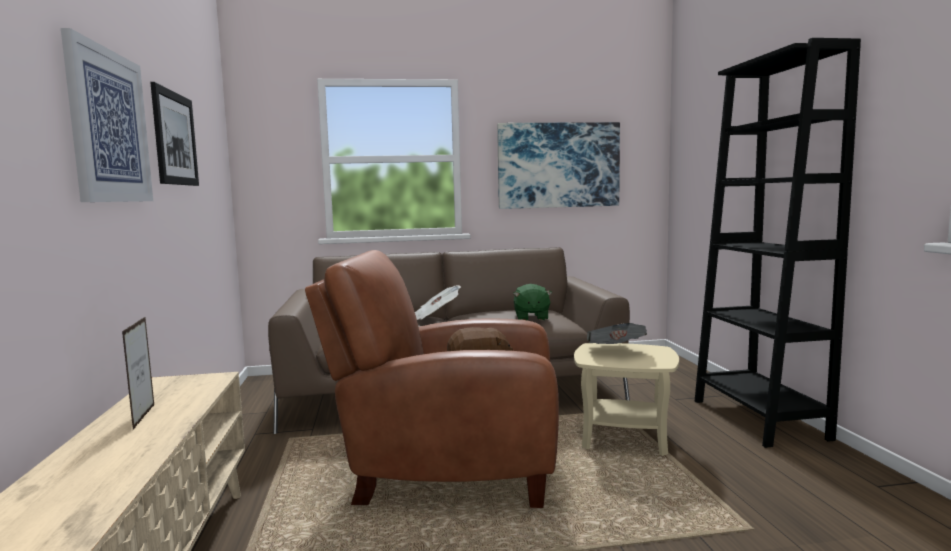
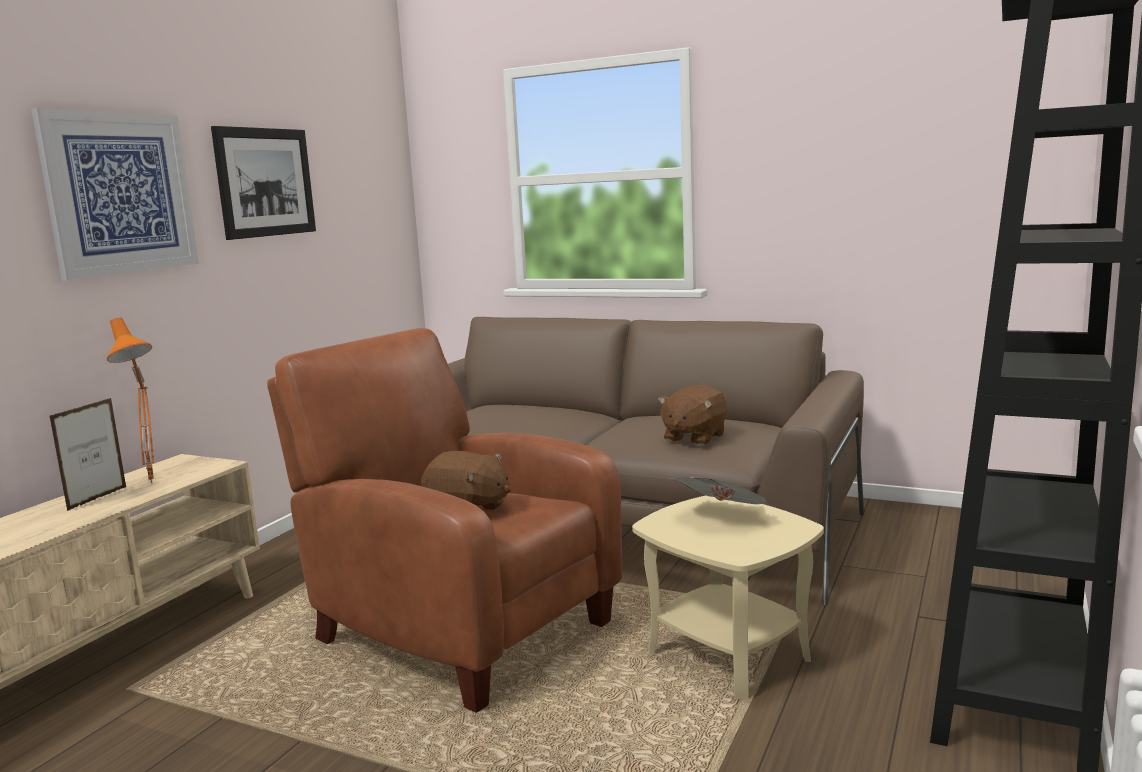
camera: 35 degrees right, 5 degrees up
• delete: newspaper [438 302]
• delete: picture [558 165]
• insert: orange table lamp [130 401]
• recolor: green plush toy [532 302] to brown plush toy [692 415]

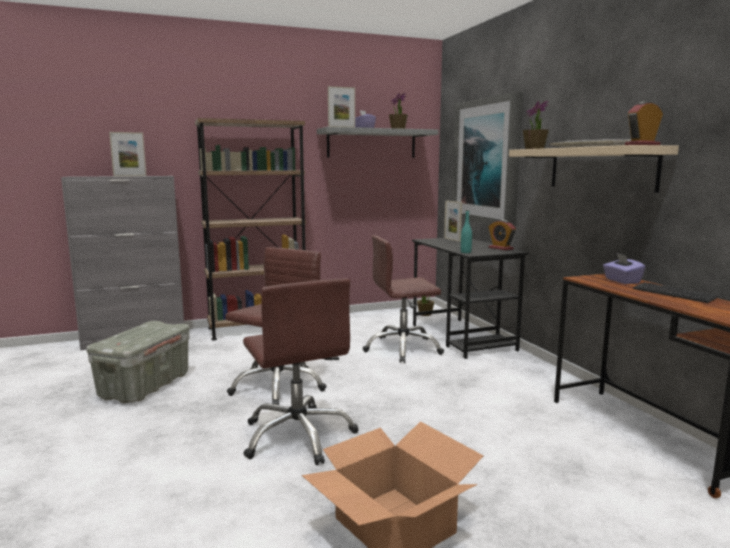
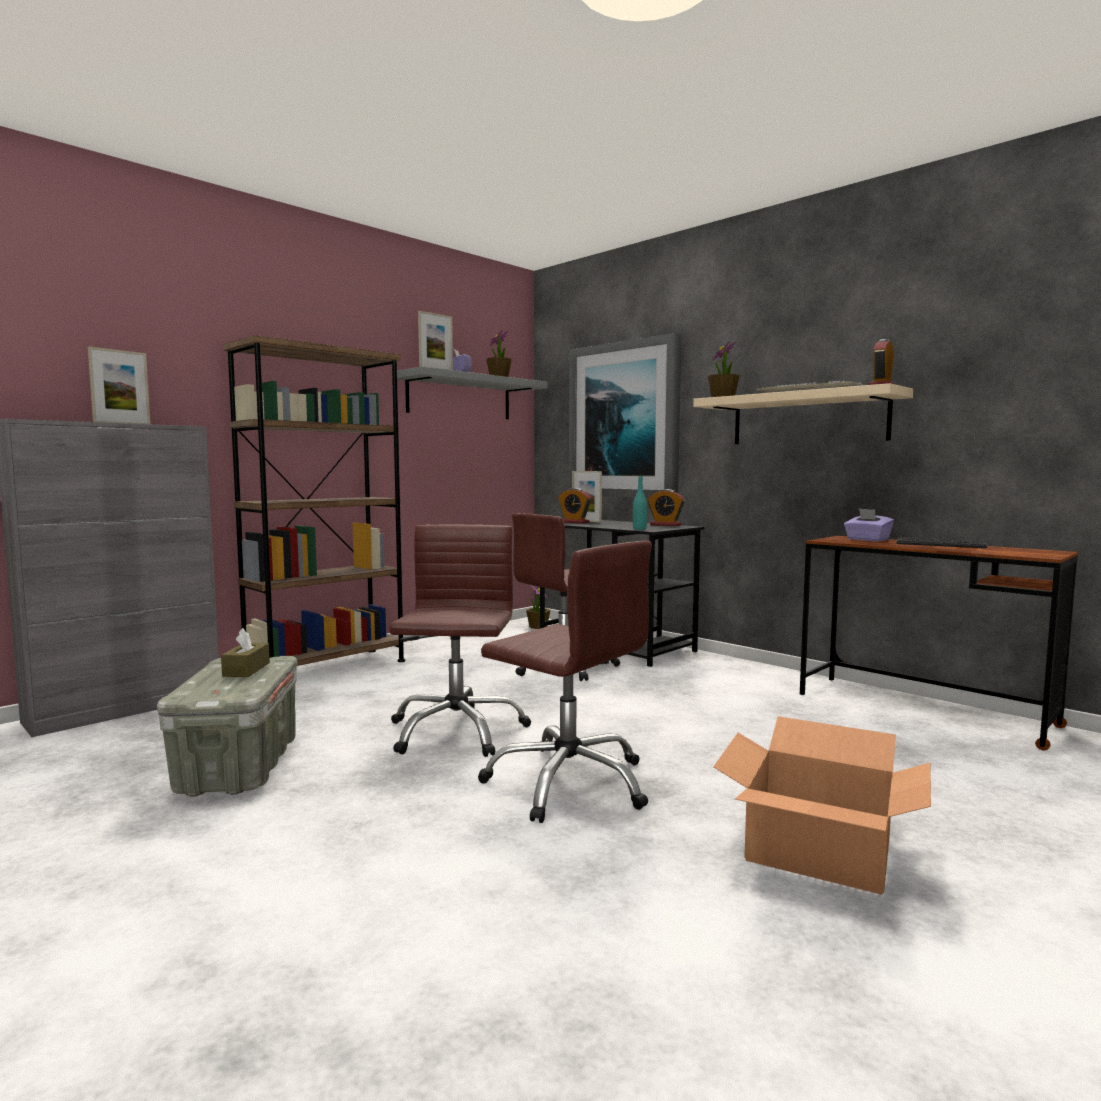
camera: 25 degrees left, 5 degrees down
• insert: brown tissue box [245 652]
• insert: alarm clock [575 505]

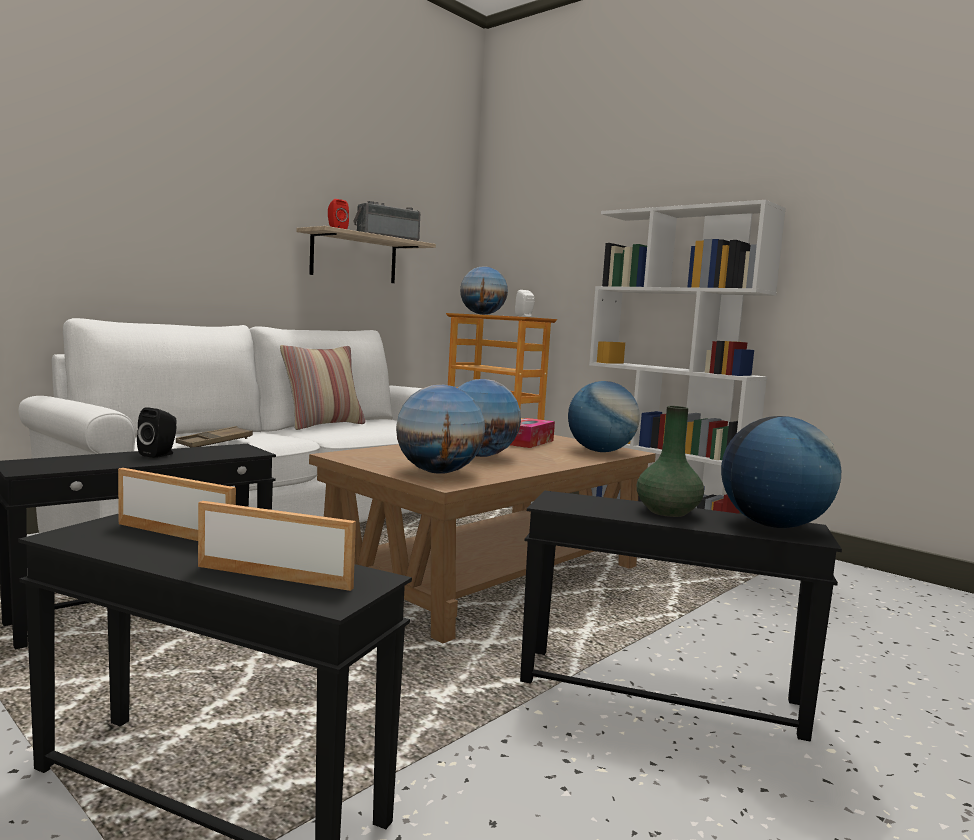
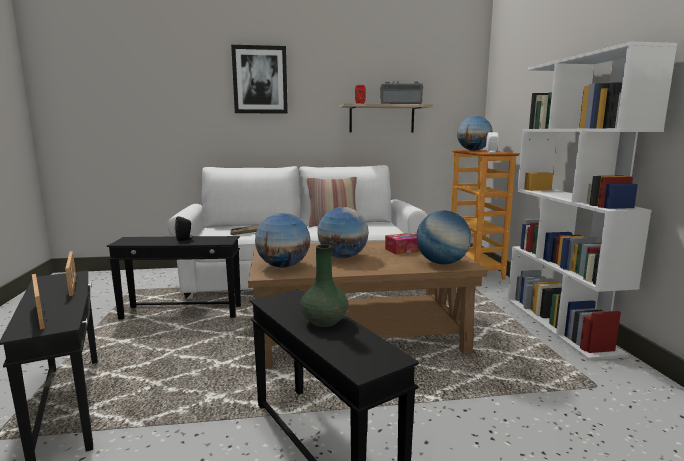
camera: 40 degrees right, 5 degrees up
• delete: globe [781 472]
• insert: picture [259 79]

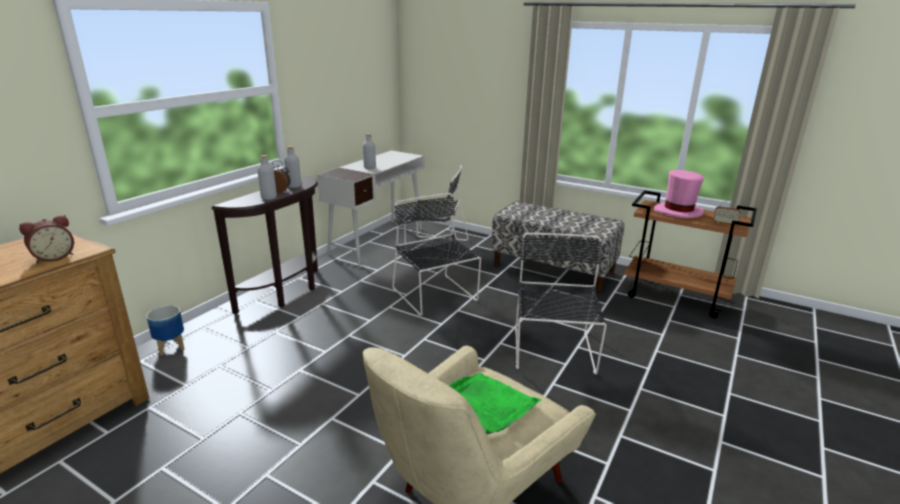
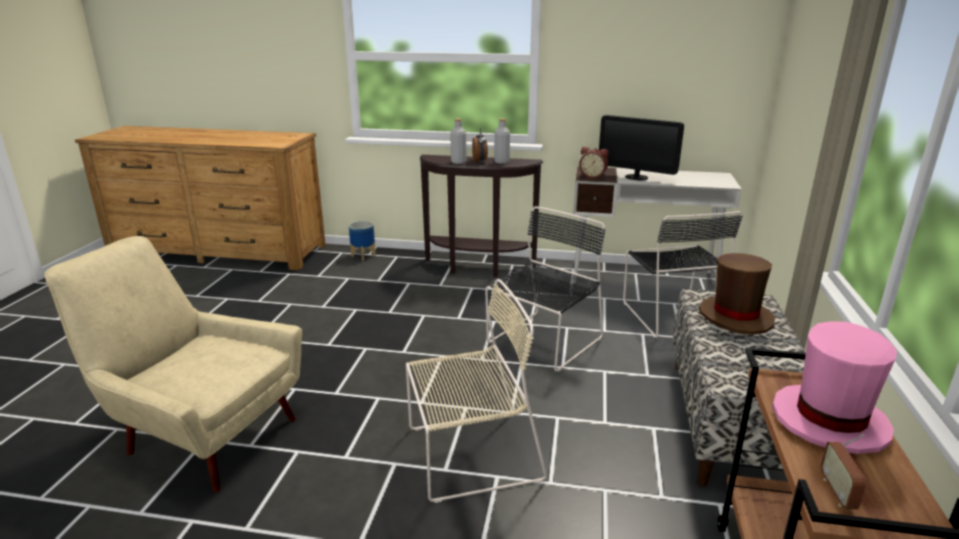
camera: 70 degrees right, 0 degrees up
• delete: green tray [495 403]
• insert: brown hat [737 294]
• move: alarm clock [46 239] to [594 162]
• replace: grey bottle [369 151] to monitor [641 148]
• recolor: black chair [561 304] to beige chair [476 391]

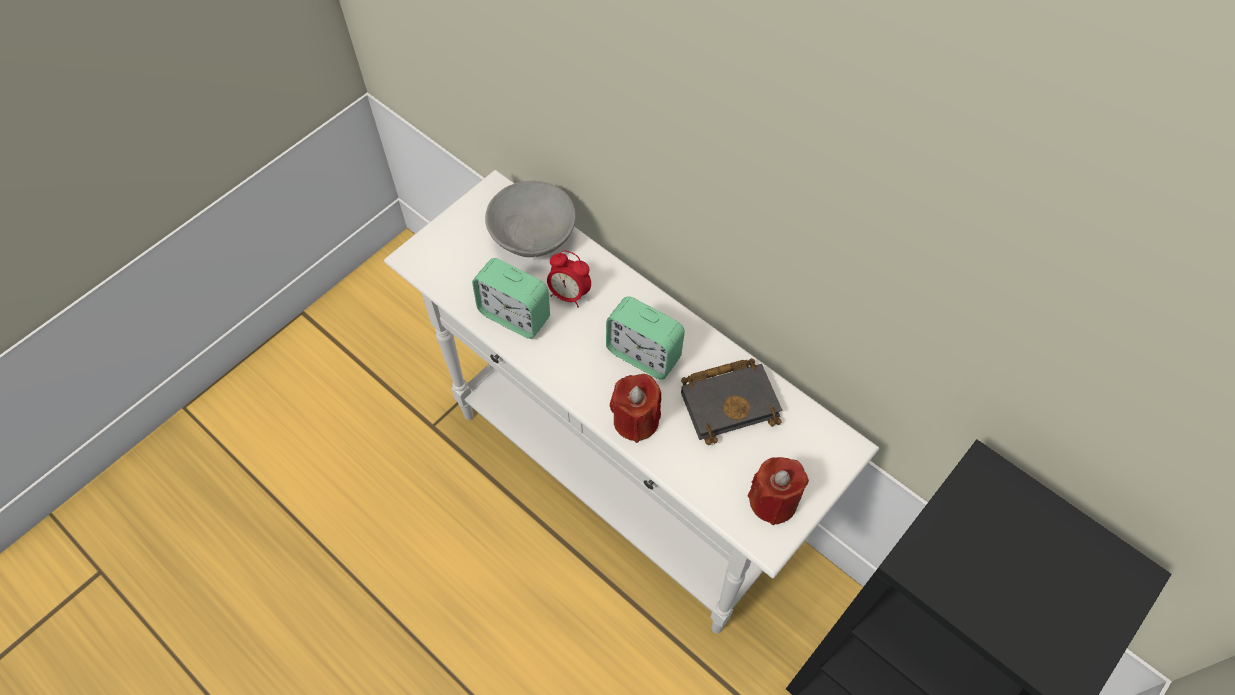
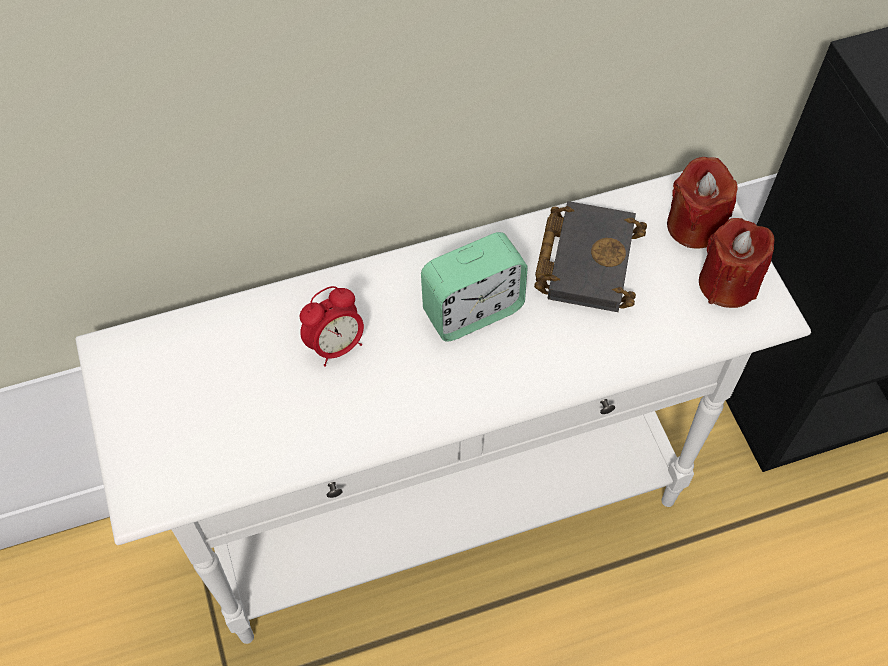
camera: 60 degrees left, 0 degrees up
• delete: alarm clock [511 298]
• delete: grey bowl [530 219]
• move: red candle [635 408] to [702 202]

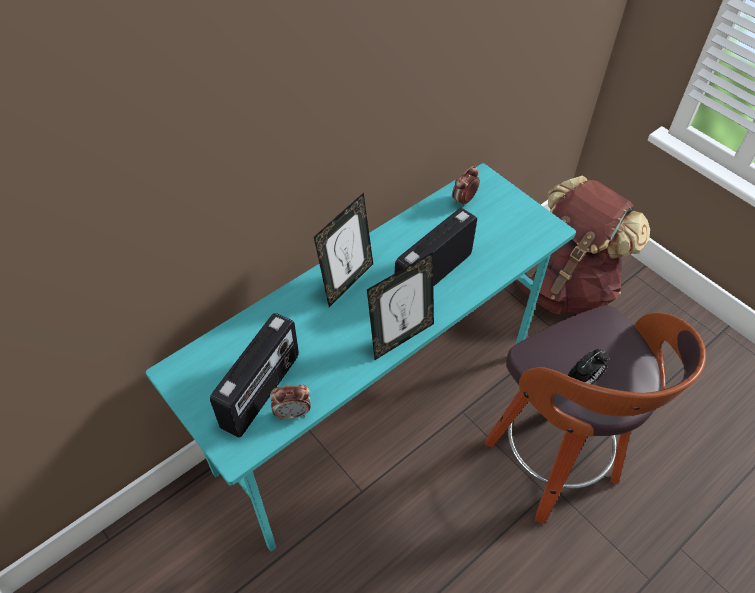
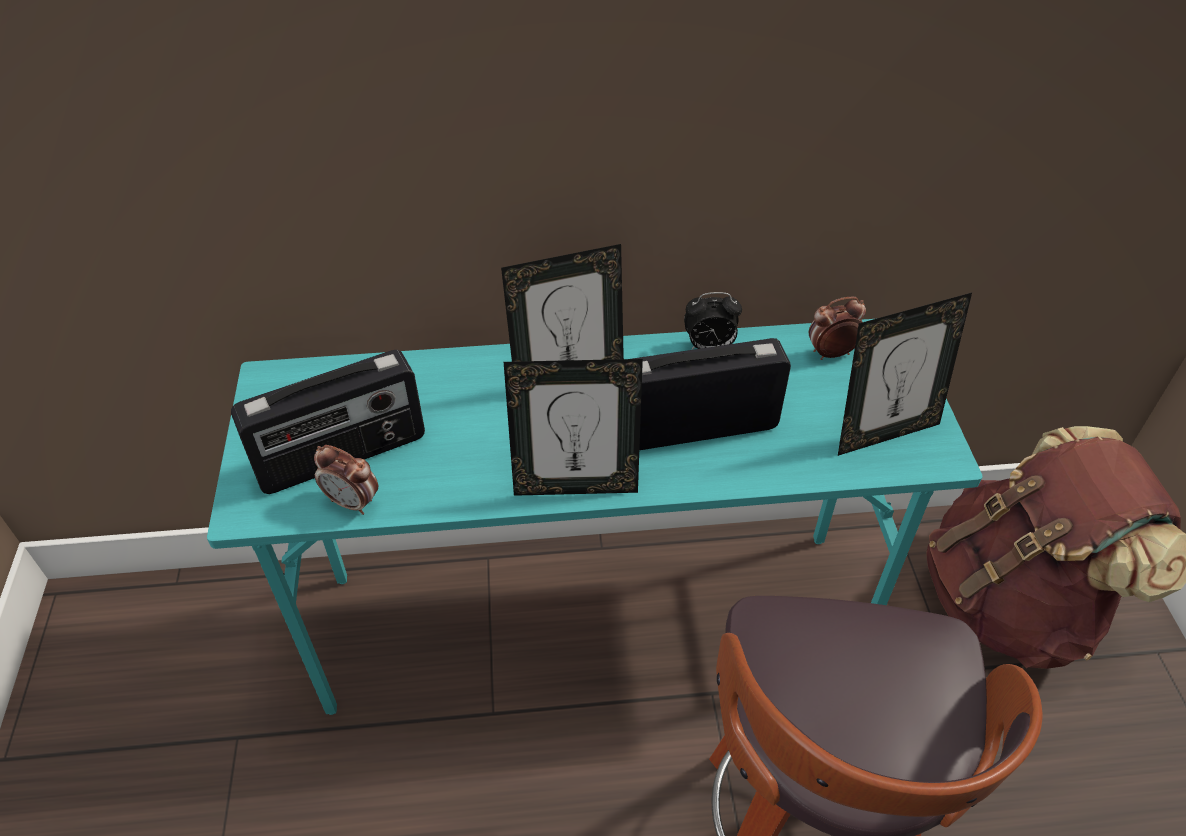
camera: 35 degrees right, 5 degrees down
• insert: picture frame [905 374]
• move: alarm clock [588 366] to [713 321]

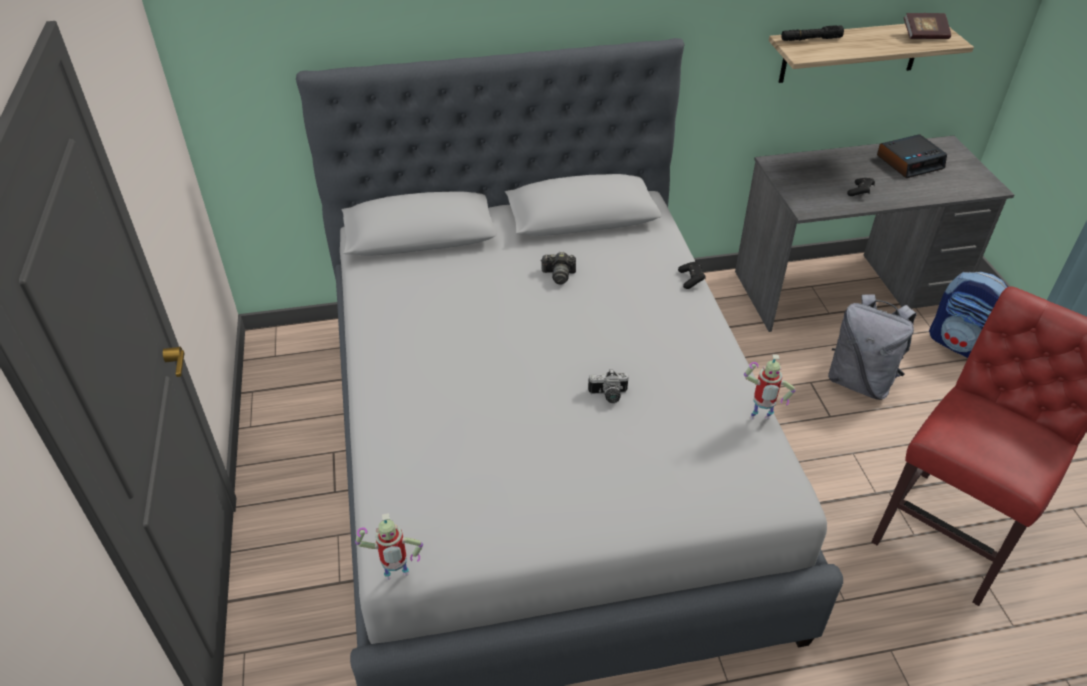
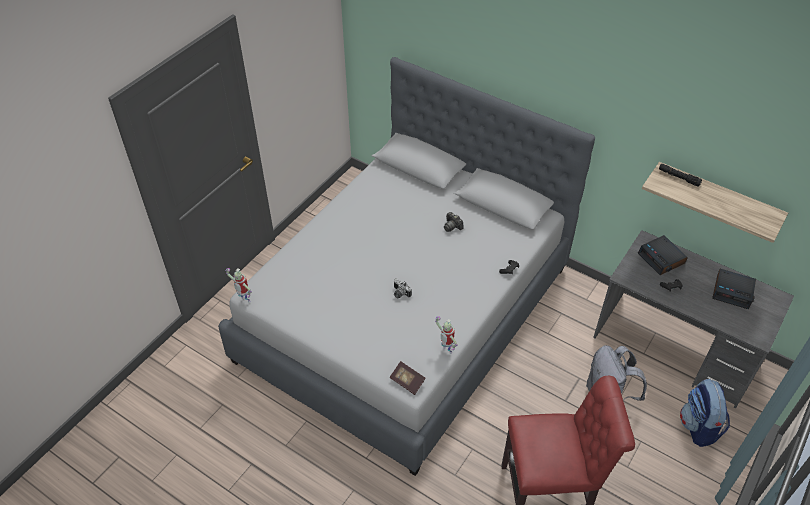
camera: 45 degrees right, 5 degrees up
• insert: alarm clock [663 255]
• move: book [927 26] to [407 378]

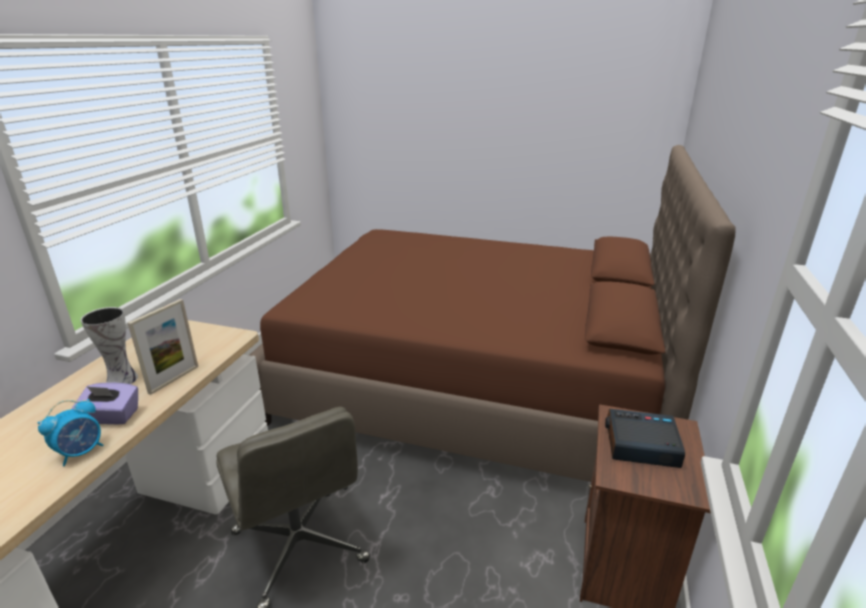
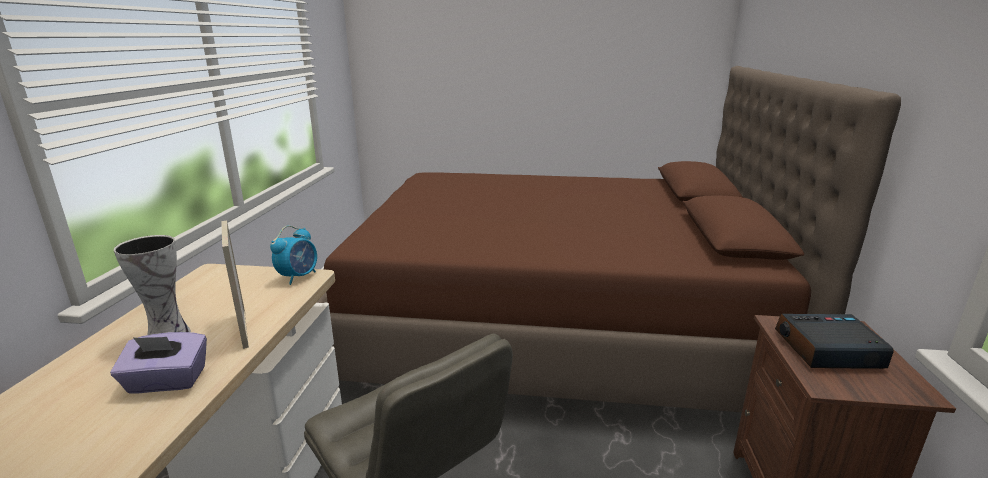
camera: 10 degrees left, 5 degrees down
• move: alarm clock [71 432] to [293 255]
• rotate: picture frame [163 347] = [235 285] 135 degrees clockwise

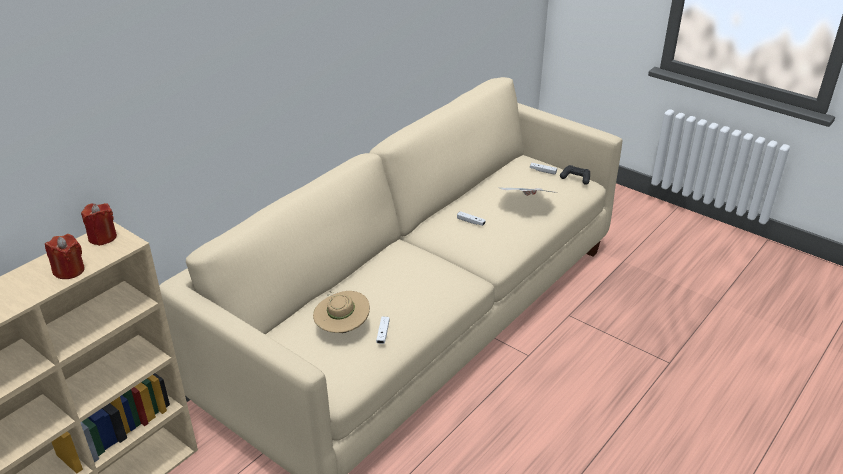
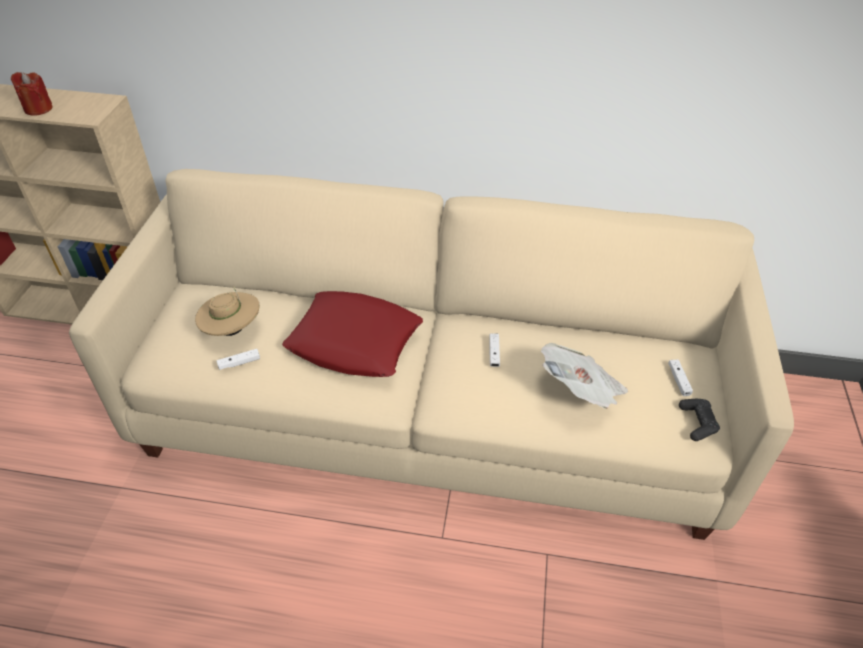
camera: 60 degrees right, 10 degrees up
• delete: red candle [99 224]
• insert: red pillow [352 334]

